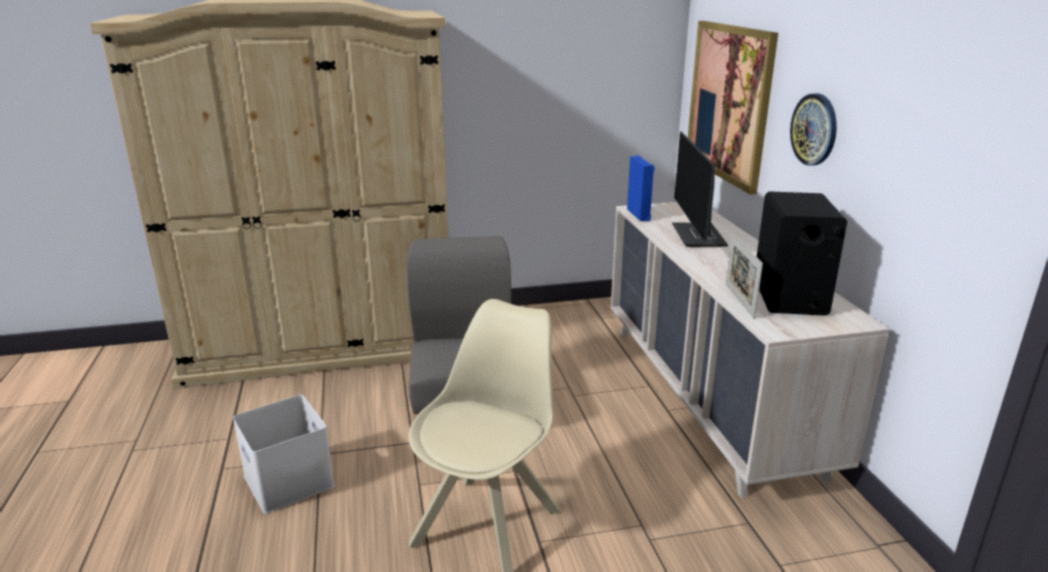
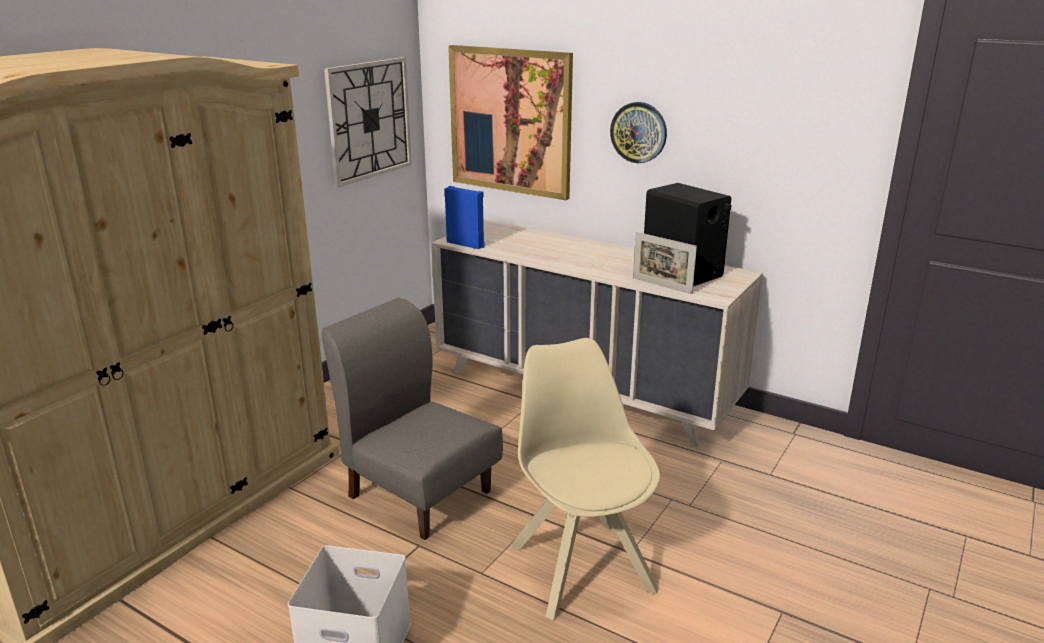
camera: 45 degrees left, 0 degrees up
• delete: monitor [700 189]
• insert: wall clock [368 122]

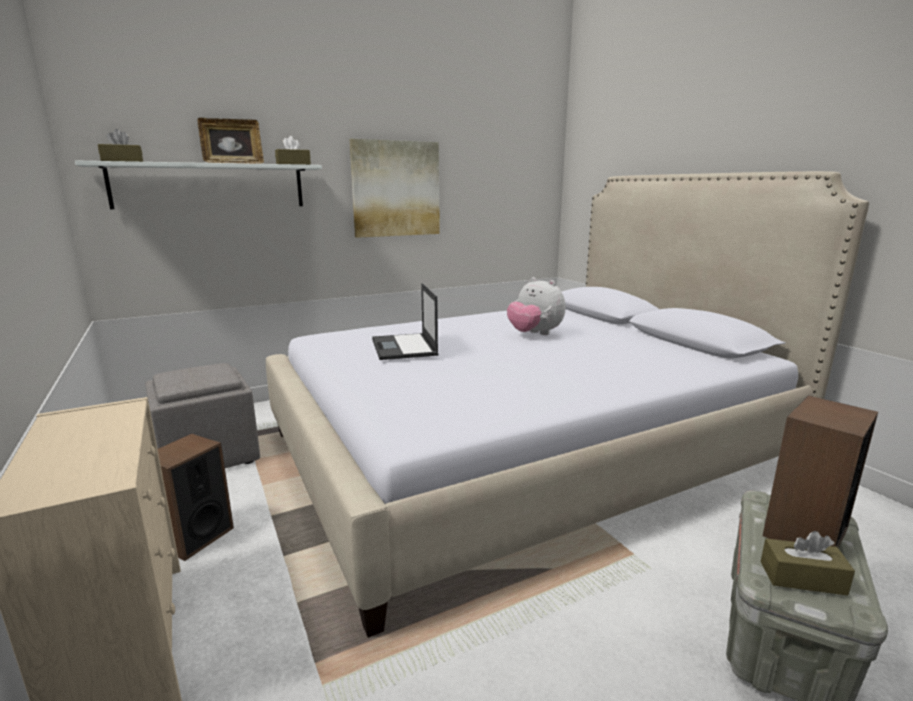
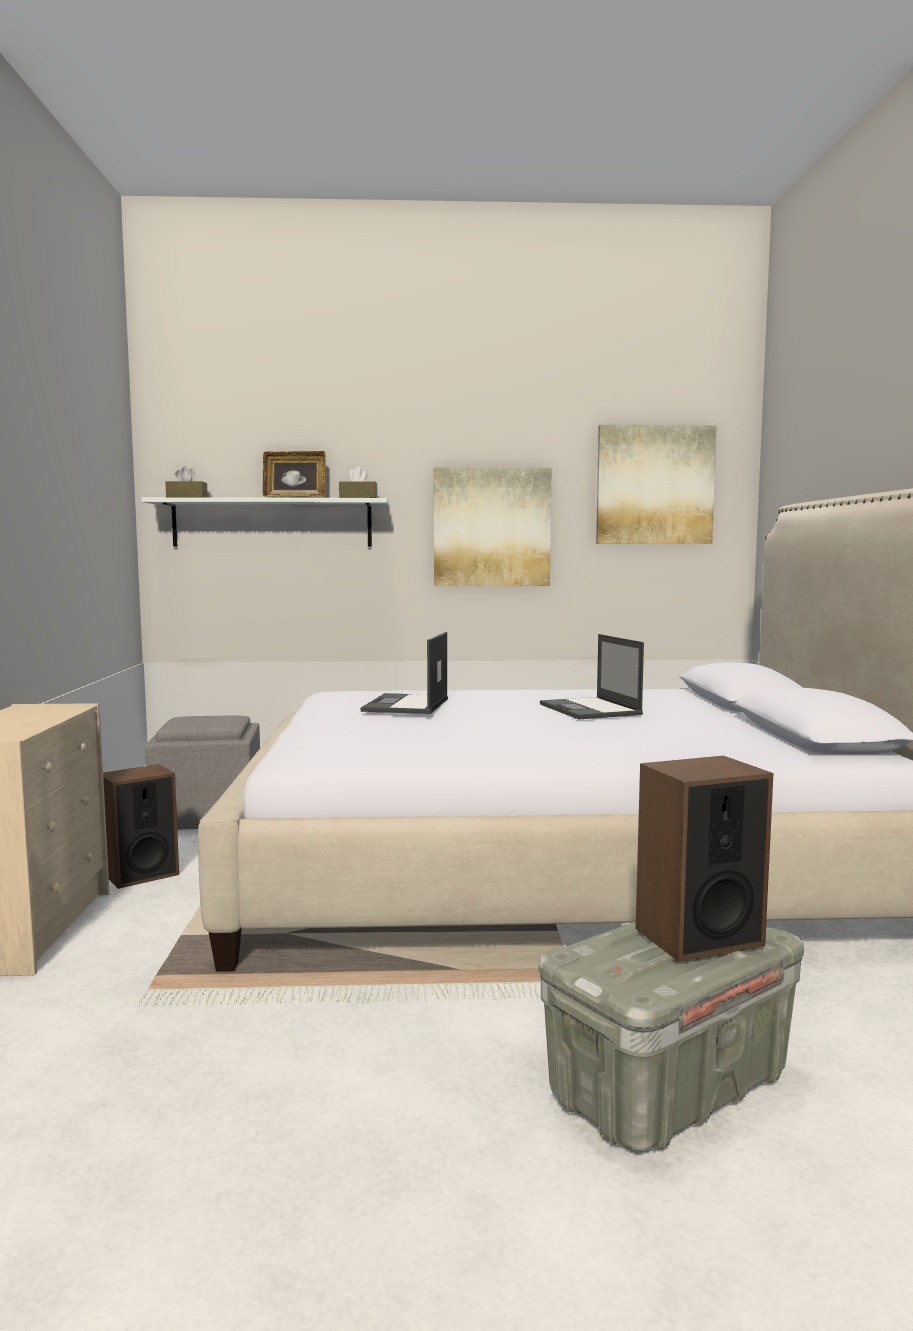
camera: 25 degrees right, 10 degrees down
• delete: brown tissue box [807 563]
• insert: picture [656 484]
• replace: plush toy [536 306] to laptop [592 677]

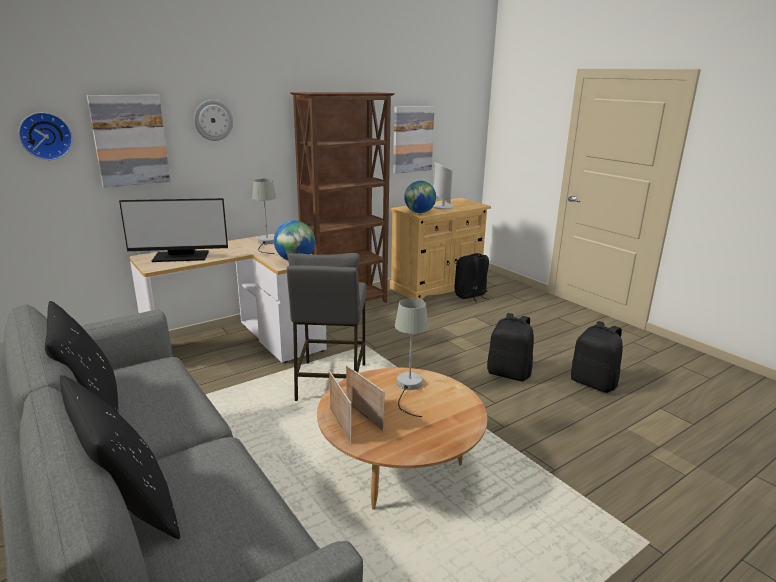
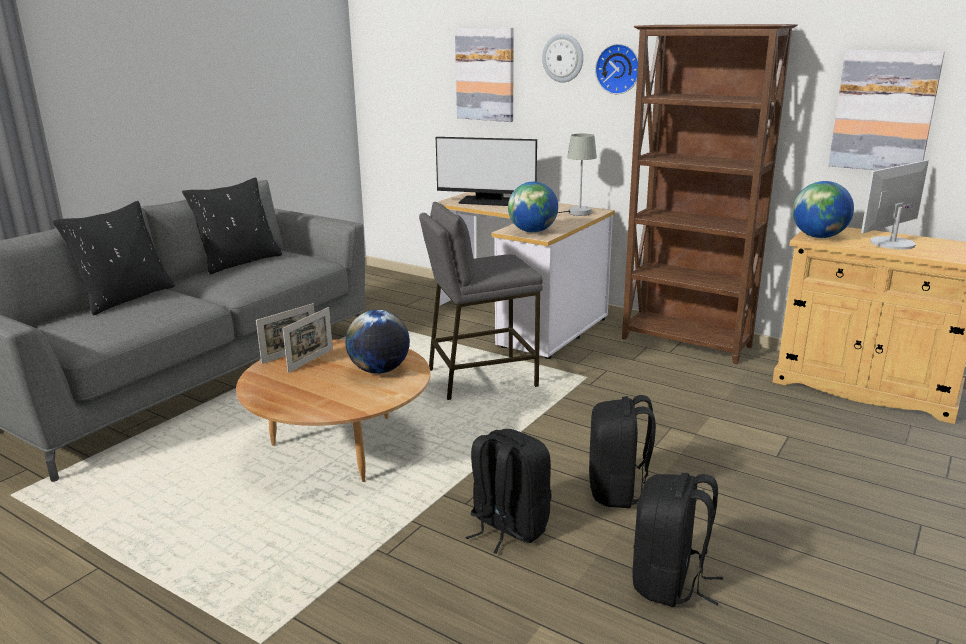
camera: 70 degrees right, 0 degrees up
• move: wall clock [45 136] to [616 69]
• move: black backpack [472 277] to [508 491]
• replace: grey table lamp [412 357] to globe [378 342]
• rotate: monitor [173 230] = [486 171] 45 degrees counterclockwise

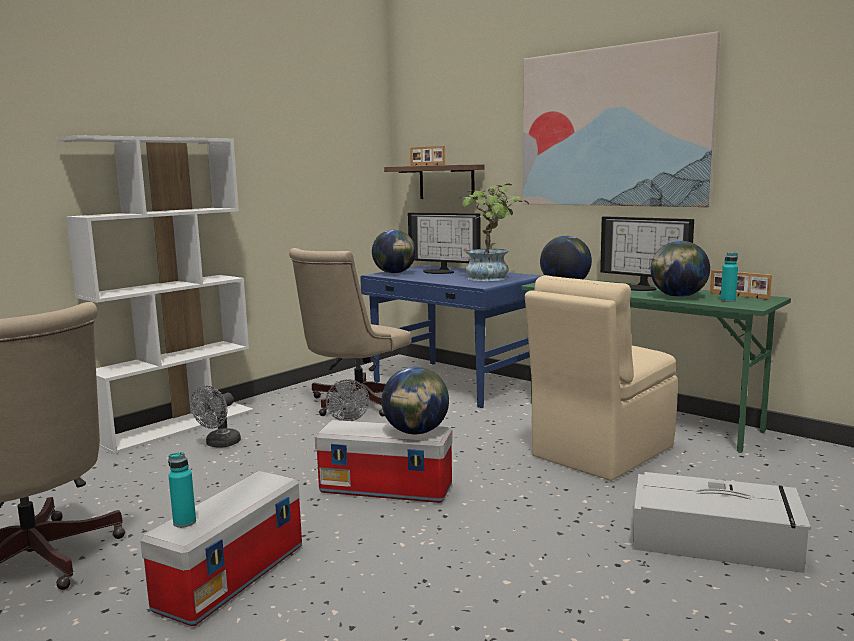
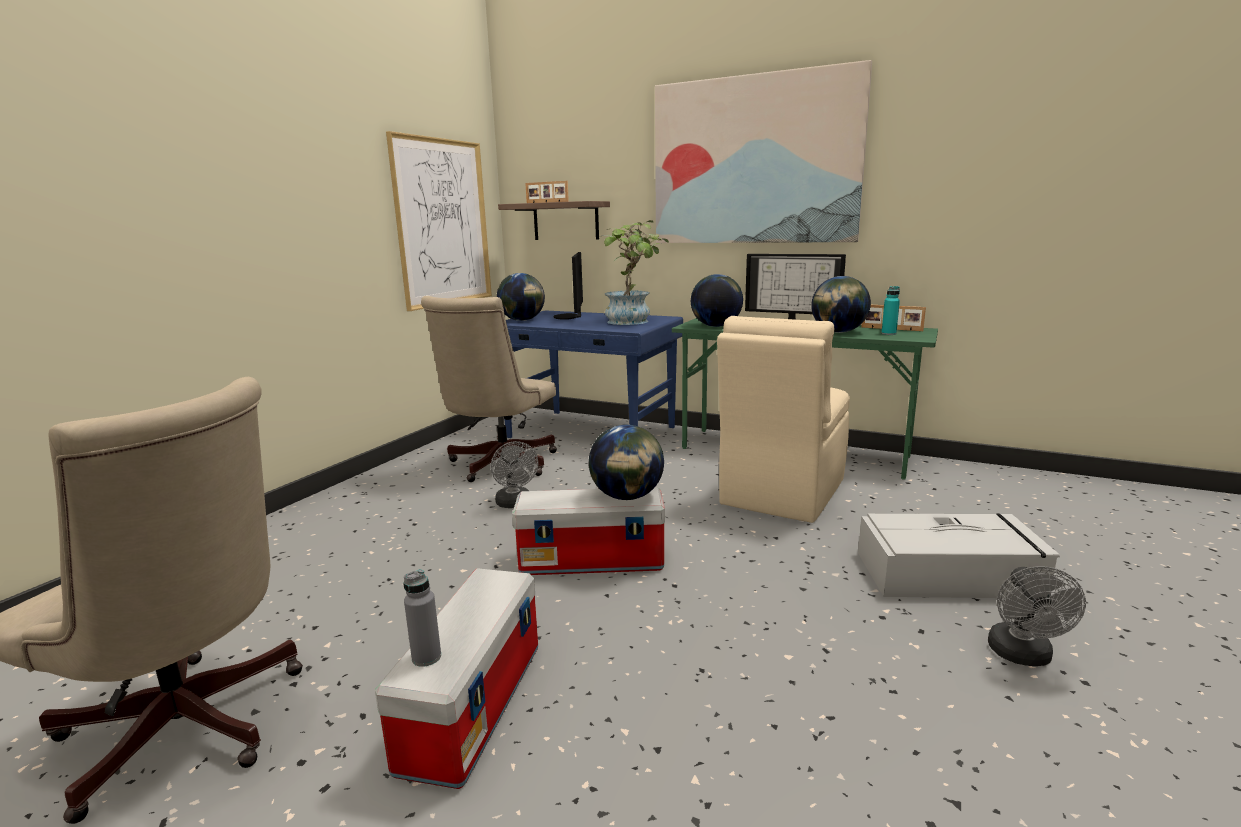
camera: 15 degrees left, 5 degrees up
• delete: white bookcase [155 294]
• insert: picture [439 221]
• move: grey fan [216 417] to [1037 616]
• recolor: turquoise bottle [182 490] to grey bottle [422 618]
• rotate: monitor [444 243] = [568 286] 75 degrees clockwise

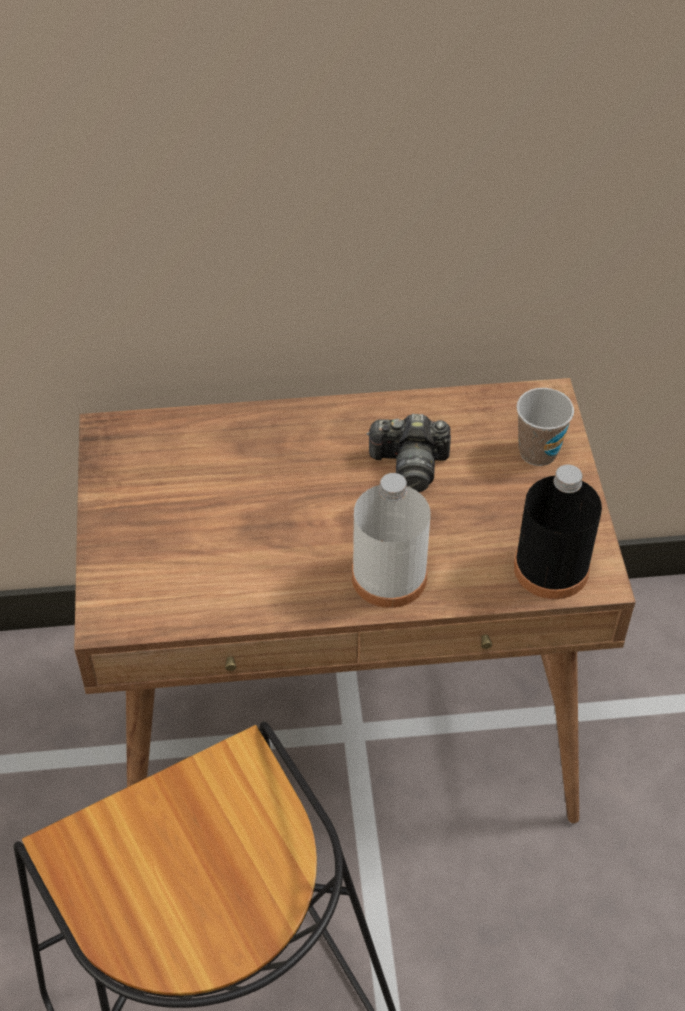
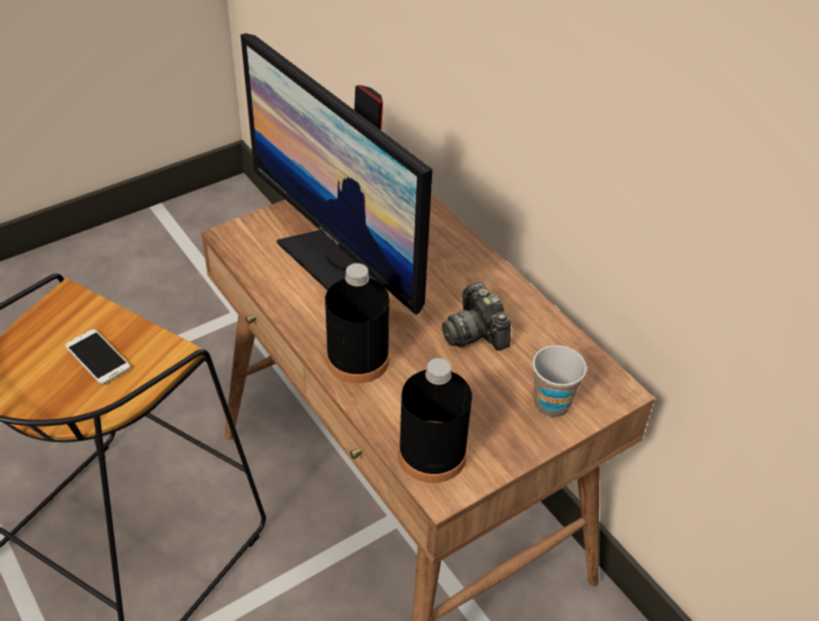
camera: 60 degrees right, 5 degrees down
• insert: phone [97 356]
• insert: monitor [336 174]
• recolor: white bottle [391 540] to black bottle [357 323]

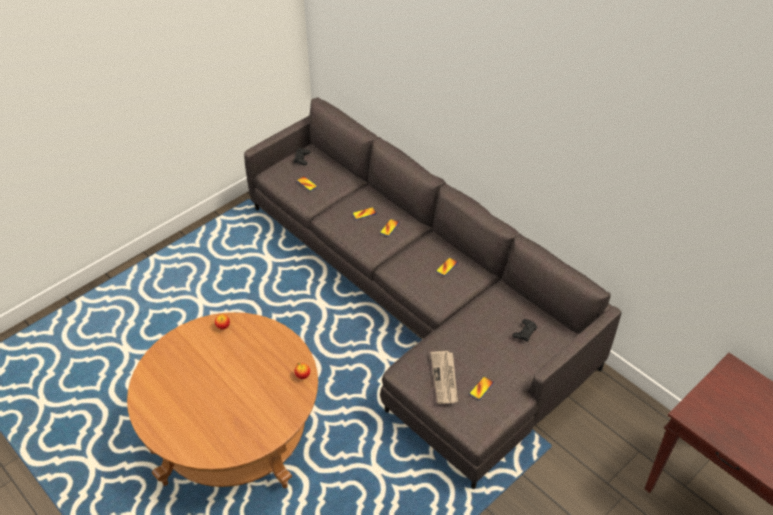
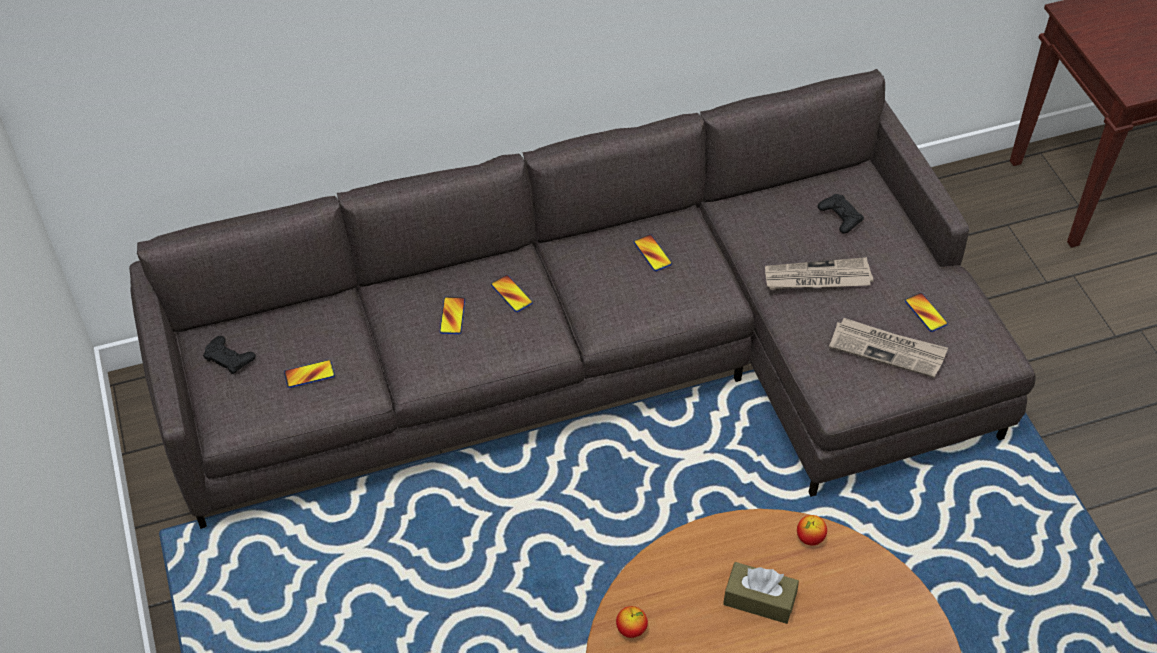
camera: 65 degrees left, 5 degrees up
• insert: brown tissue box [761 593]
• insert: newspaper [819 273]

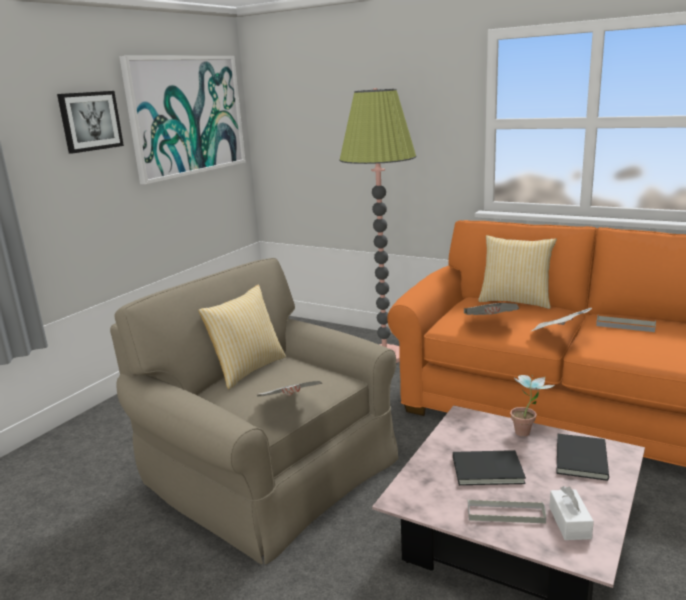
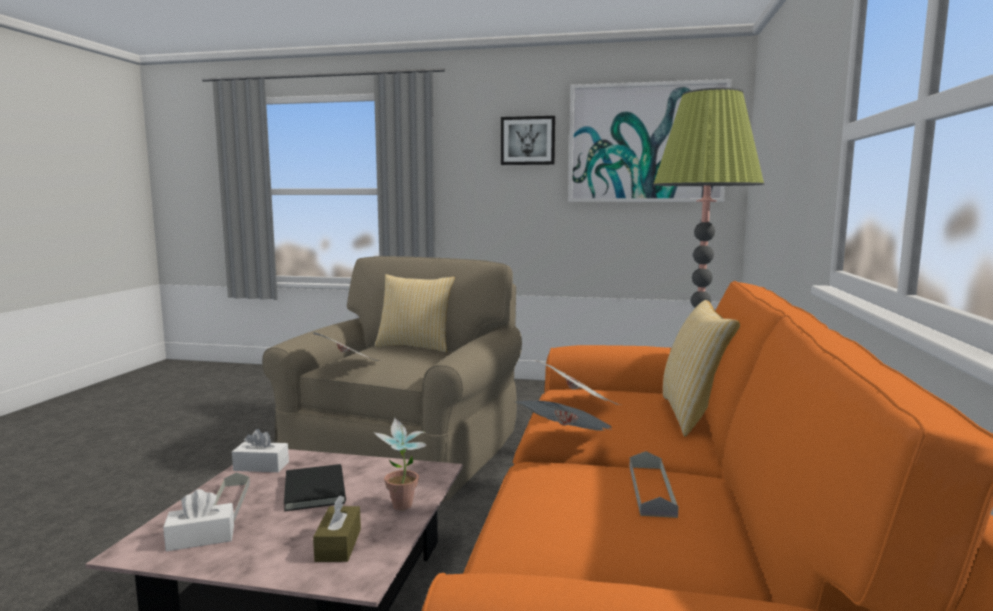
camera: 70 degrees right, 10 degrees down
• insert: white tissue box [260 450]
• replace: black book [583 457] to brown tissue box [337 528]

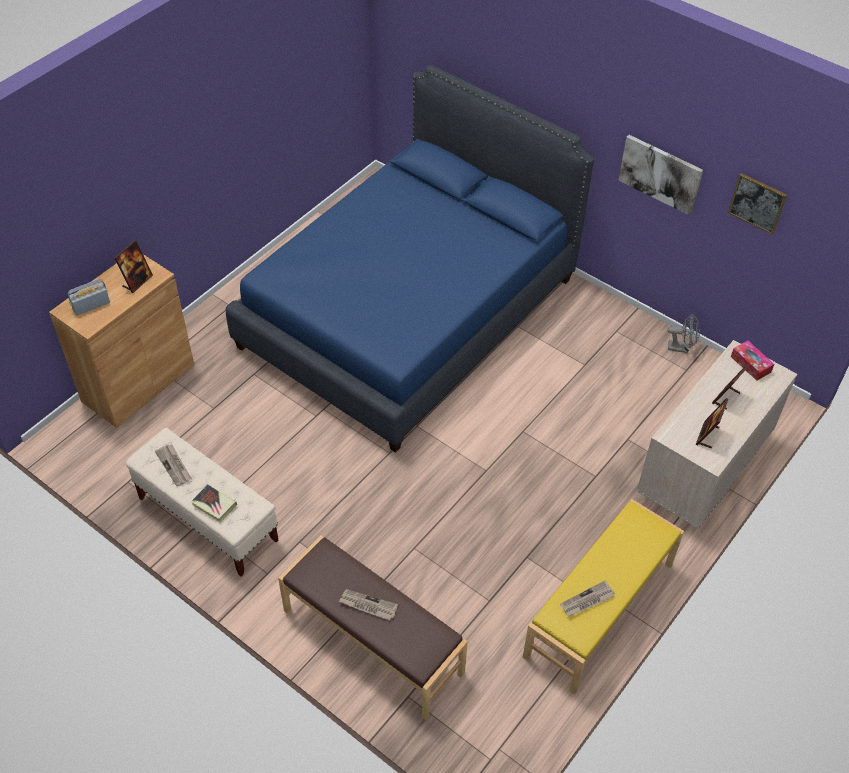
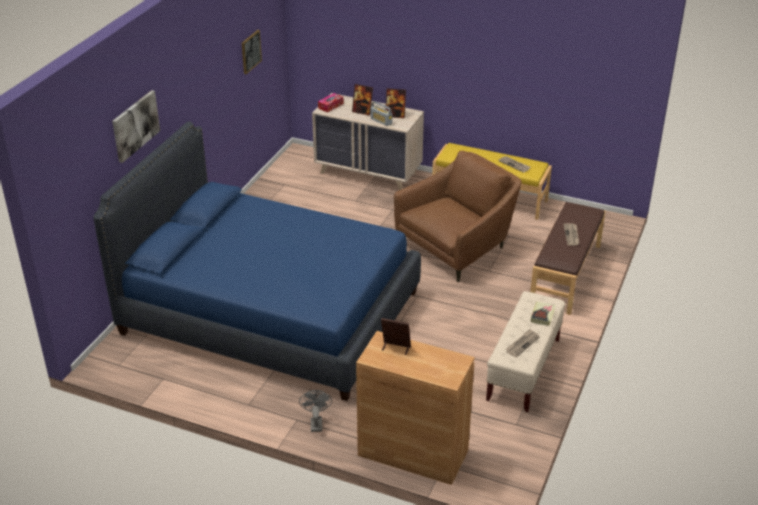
camera: 105 degrees left, 15 degrees down
• insert: brown armchair [458 216]
• move: radio [88 297] to [381 113]
• move: picture [661 175] to [136 126]
• move: grey fan [683 333] to [315 411]

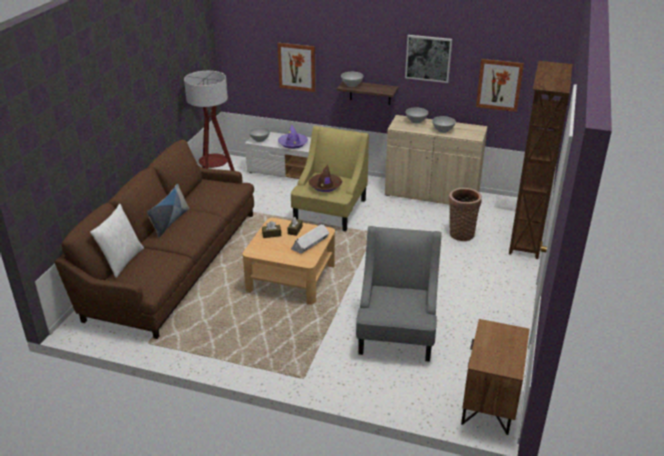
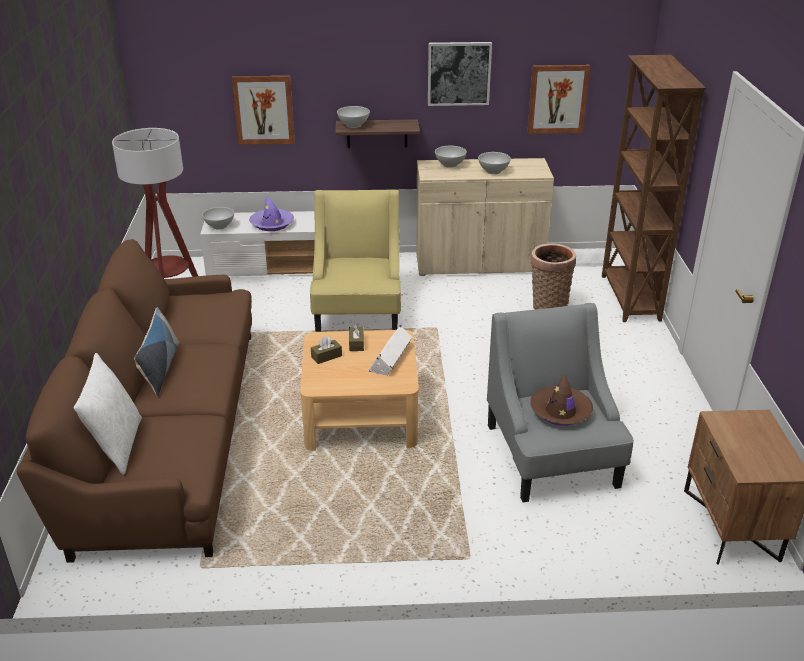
camera: 20 degrees left, 0 degrees up
• move: brown hat [325 178] to [561 400]

